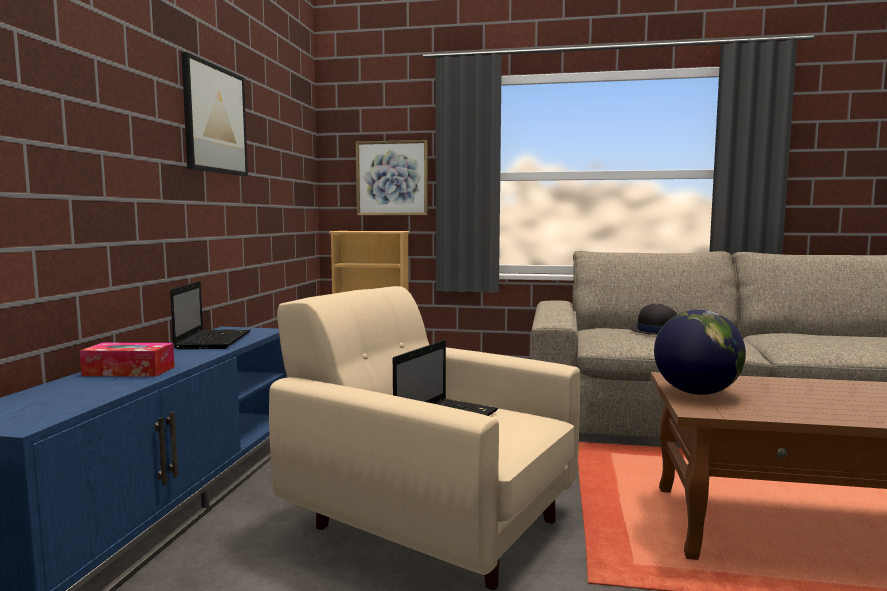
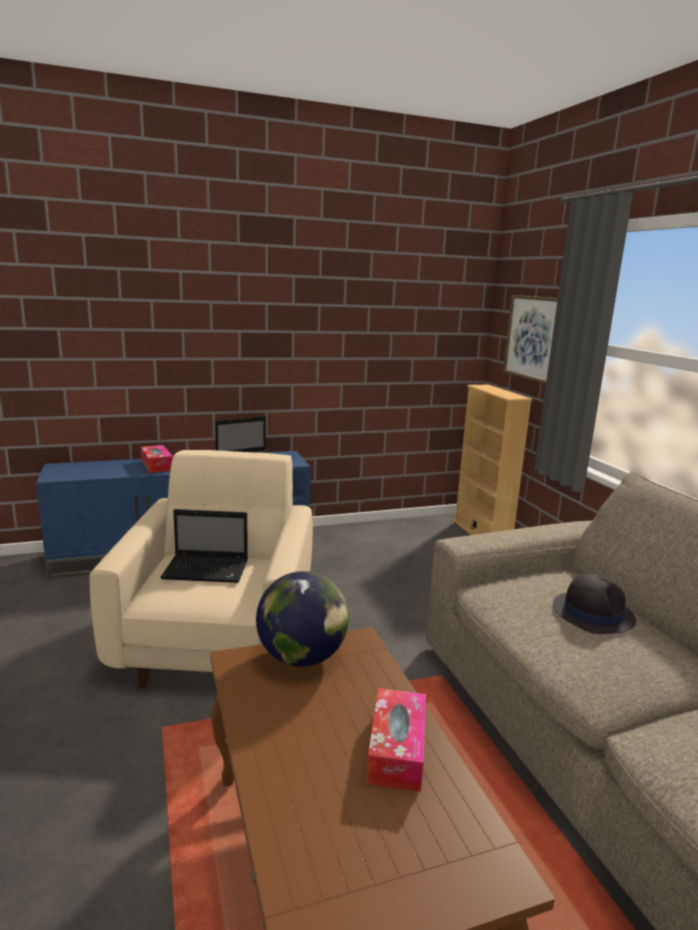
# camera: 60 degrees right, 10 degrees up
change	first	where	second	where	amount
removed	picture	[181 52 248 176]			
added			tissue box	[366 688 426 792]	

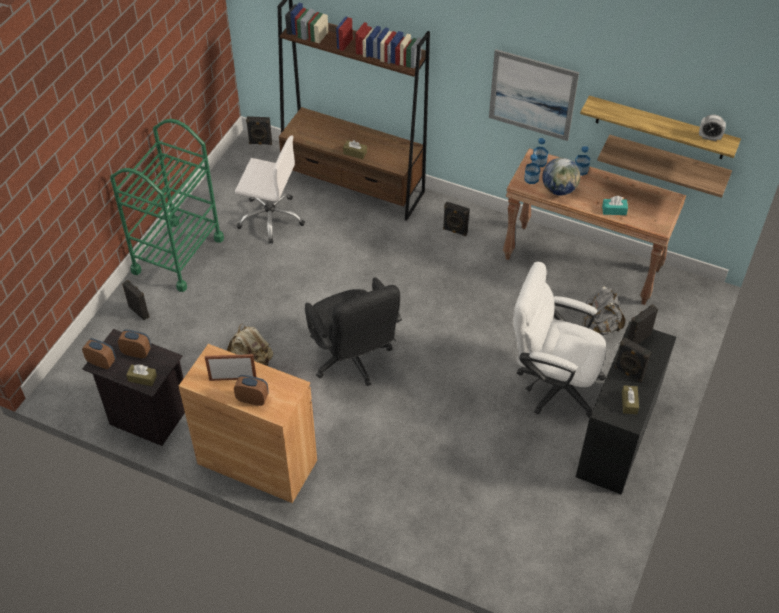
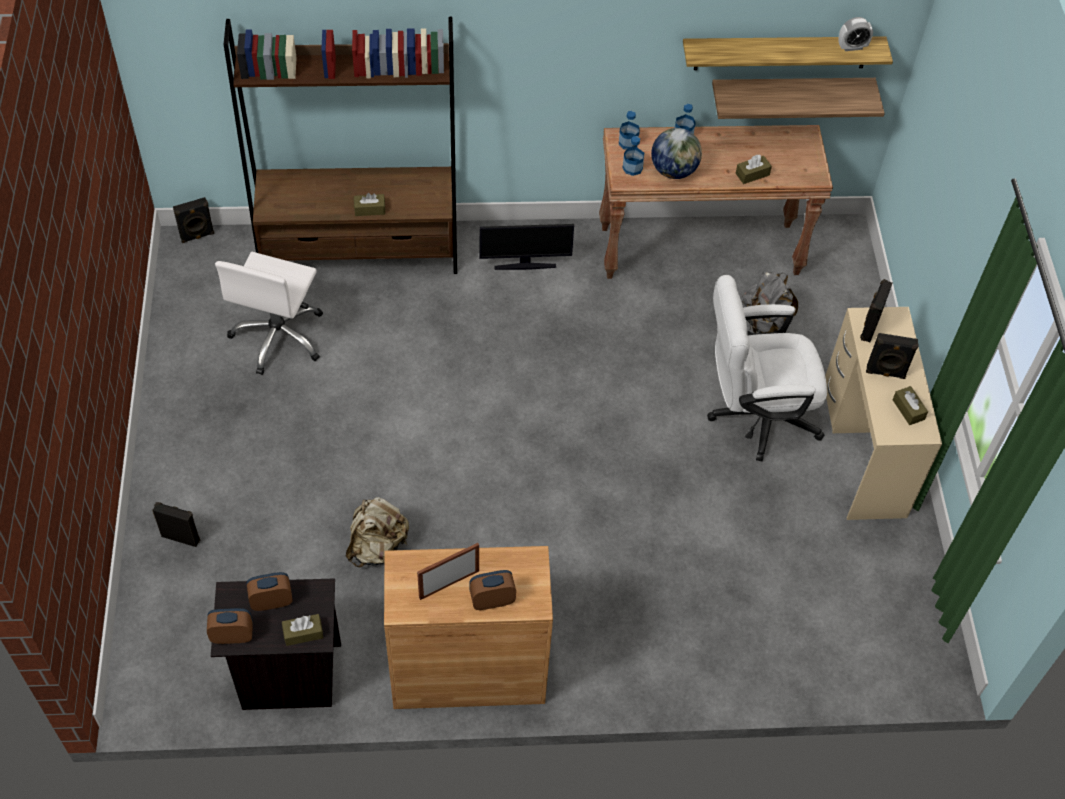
# camera: 30 degrees left, 5 degrees up
change	first	where	second	where	amount
removed	cart in green	[110 119 224 292]			
removed	office chair in black	[305 278 402 386]			
removed	picture	[489 49 579 141]			
replaced	speaker in black	[443 202 470 236]	monitor	[479 224 574 270]	
recoloured	desk in black	[576 321 676 494]	desk in beige	[825 307 942 520]	
recoloured	tissue box in turquoise	[602 196 628 215]	tissue box in brown	[736 154 772 184]	
turned	office chair in white	[235 135 305 244]		[215 252 323 375]	120 degrees clockwise

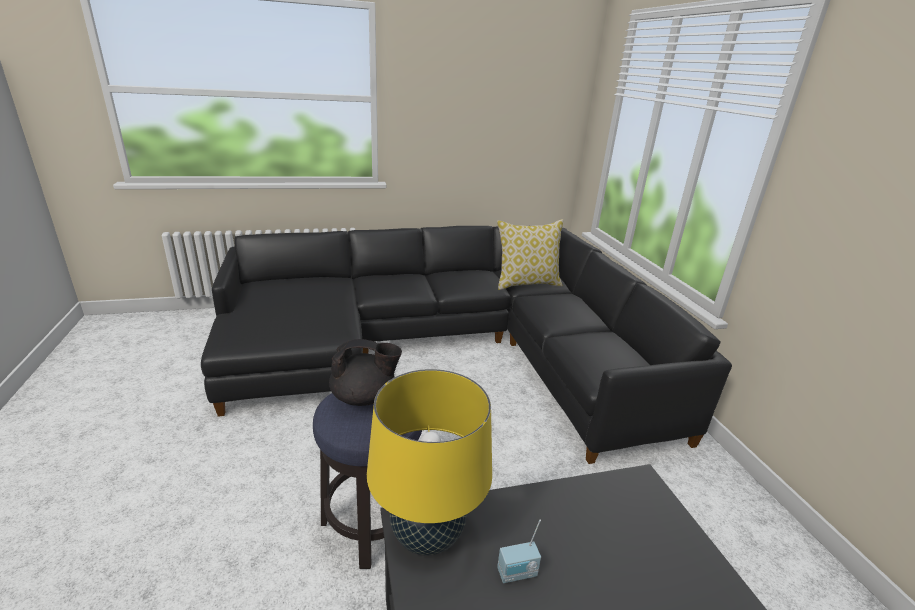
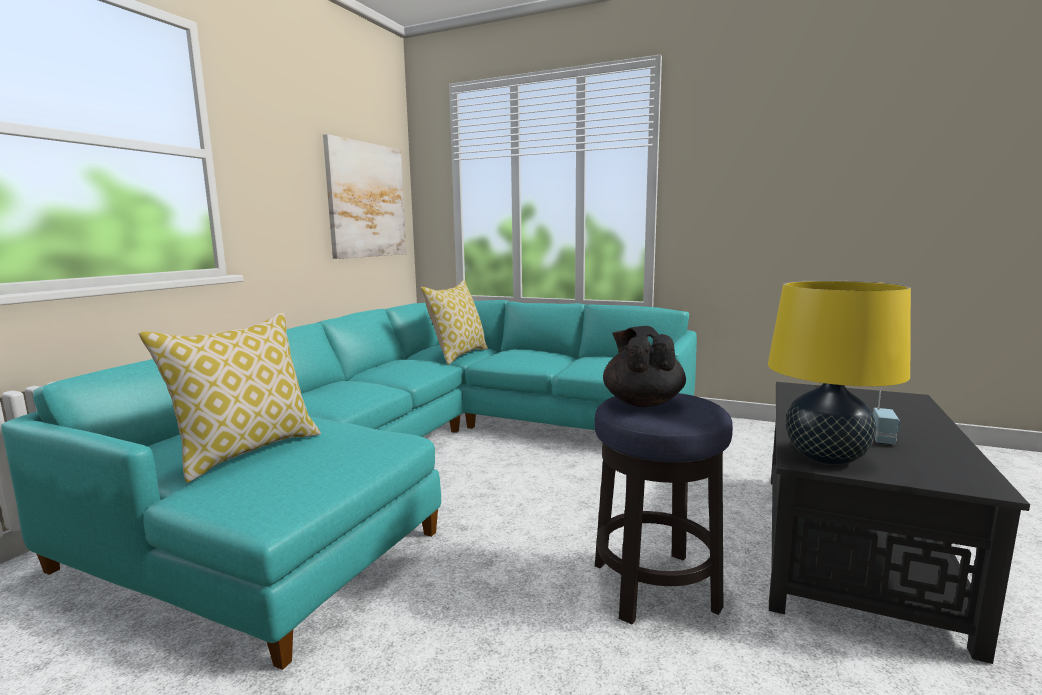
# camera: 50 degrees left, 15 degrees down
change	first	where	second	where	amount
added			pillow	[138 312 321 483]	
added			picture	[323 134 407 259]	
recoloured	sofa in black	[201 226 732 464]	sofa in turquoise	[1 300 697 670]	
turned	teapot in black	[329 339 402 406]		[603 326 686 407]	45 degrees counterclockwise

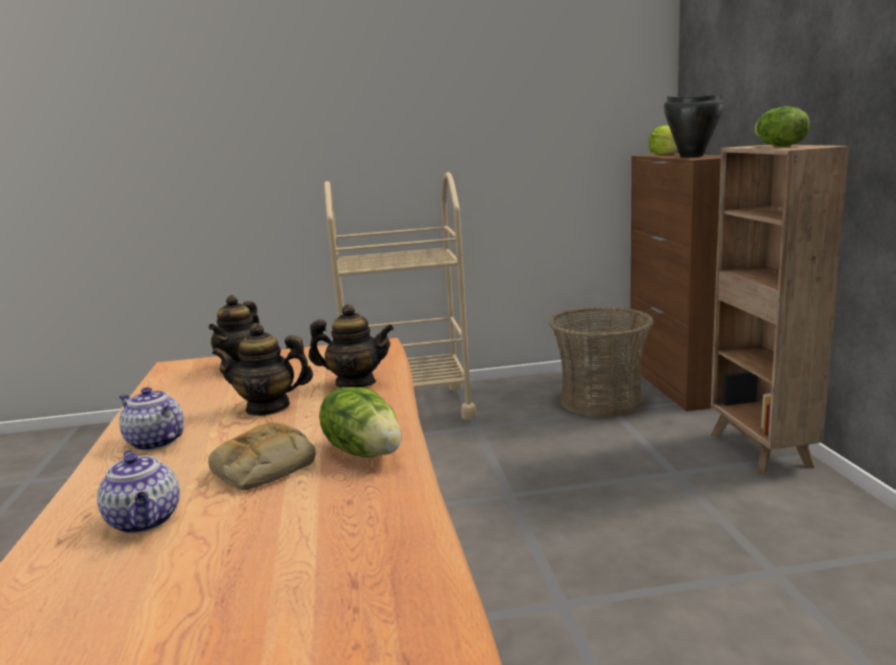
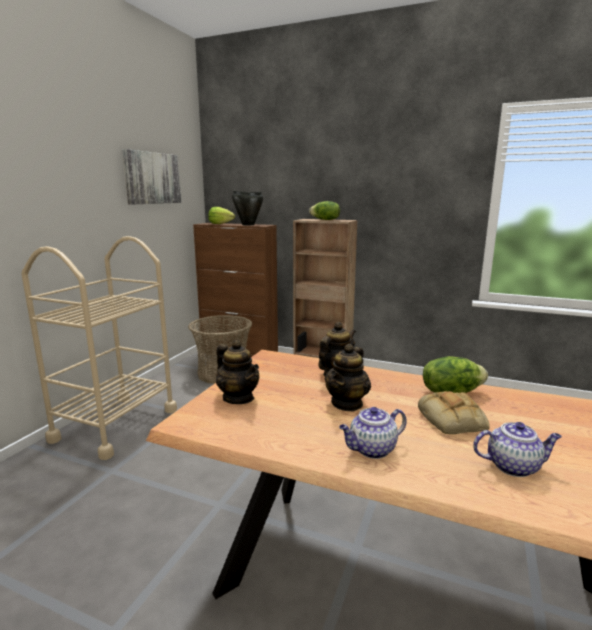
# camera: 60 degrees left, 0 degrees up
change	first	where	second	where	amount
added			picture	[122 149 181 205]	

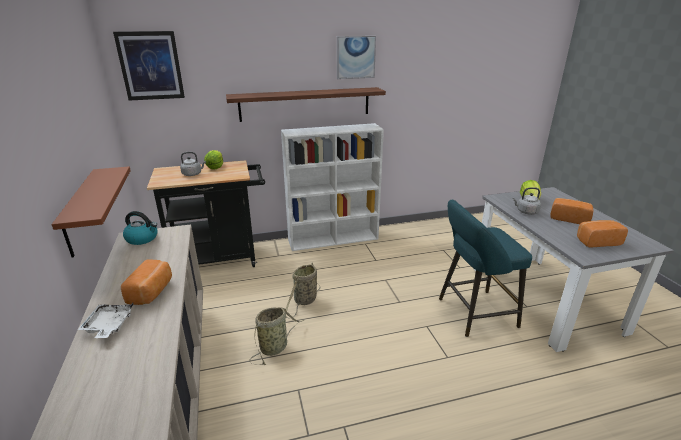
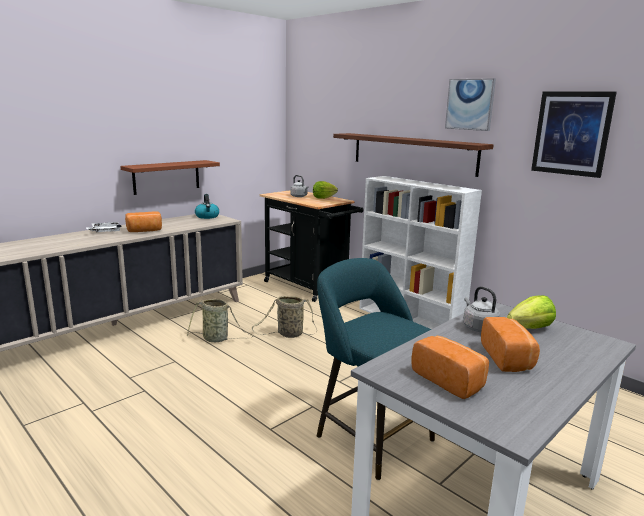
# camera: 60 degrees right, 10 degrees down
change	first	where	second	where	amount
moved	picture	[113 31 185 101]		[531 92 617 178]	

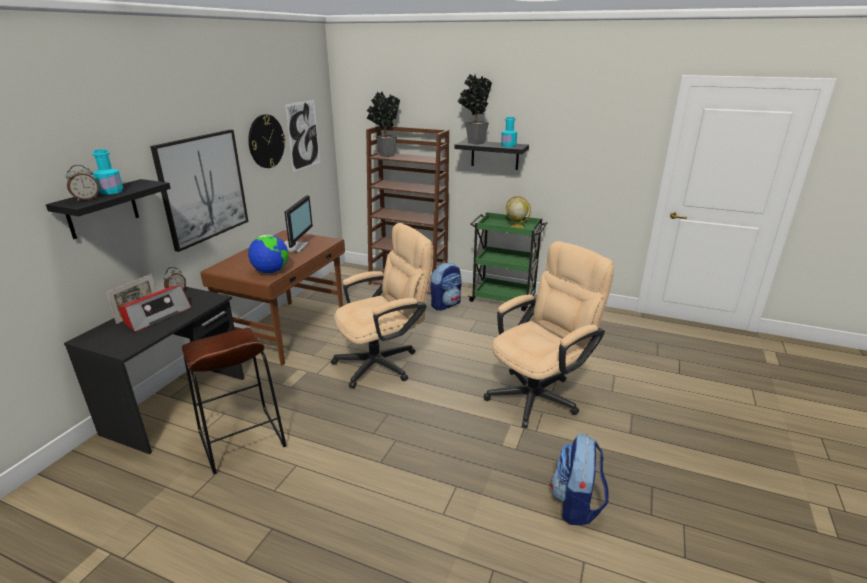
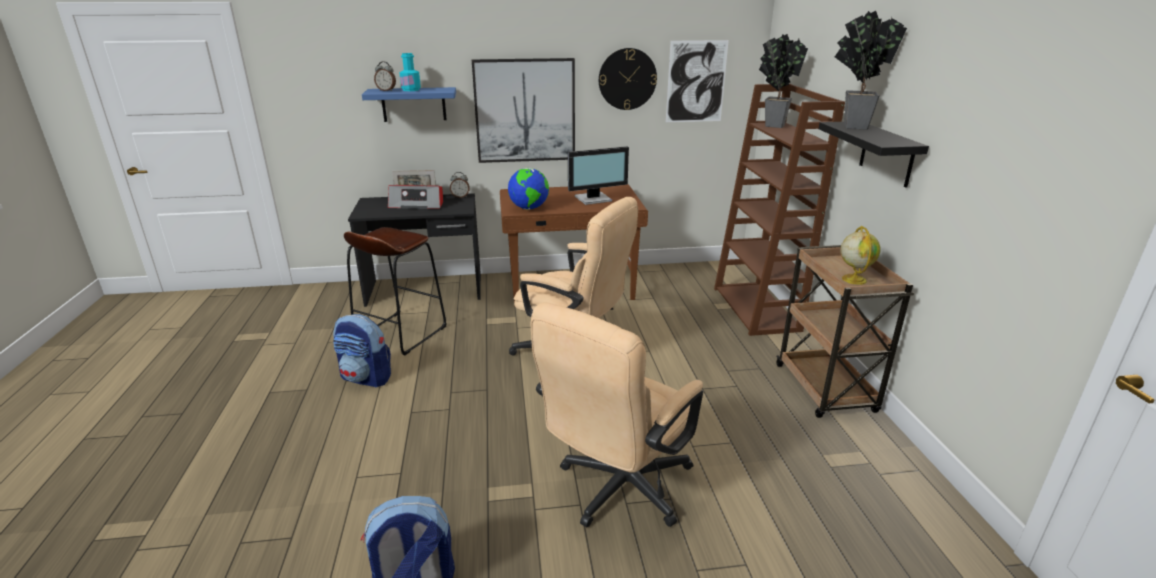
# camera: 60 degrees right, 0 degrees up
change	first	where	second	where	amount
removed	bottle in turquoise	[501 117 517 147]			
moved	backpack	[431 262 462 311]		[333 314 391 388]	
recoloured	shelf in black	[46 179 171 239]	shelf in blue	[362 87 456 122]	
recoloured	cart in green	[467 212 547 311]	cart in brown	[776 245 914 418]	
turned	office chair in beige	[484 241 614 428]		[530 302 703 527]	105 degrees clockwise

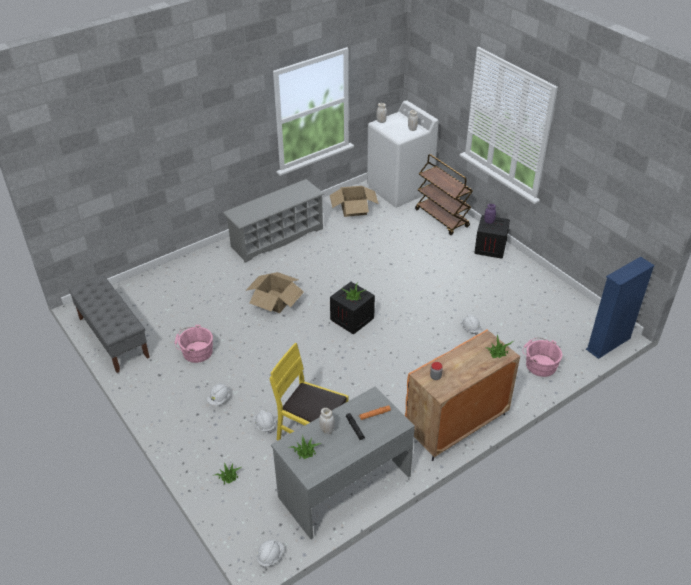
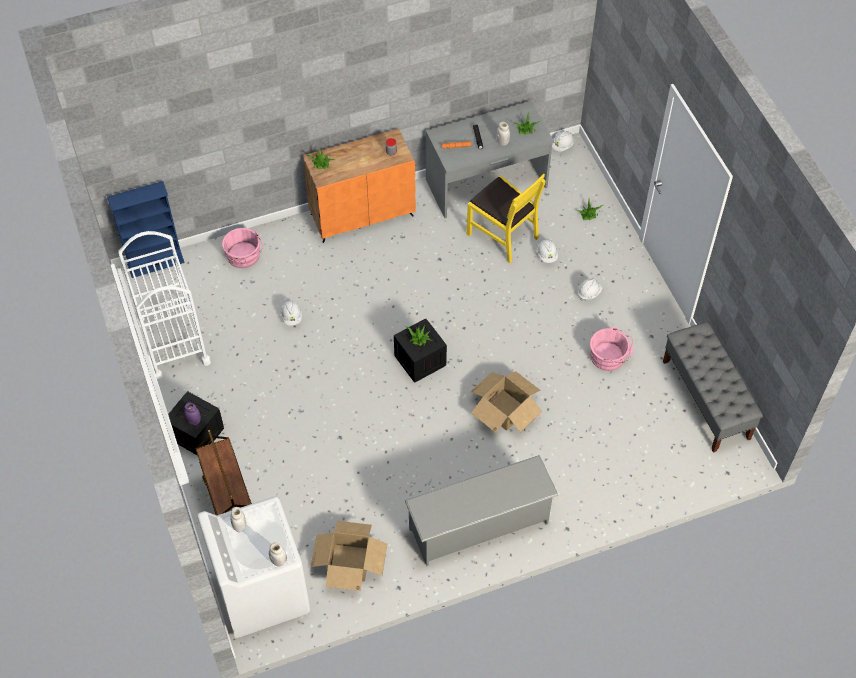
# camera: 165 degrees left, 15 degrees up
change	first	where	second	where	amount
added			cart in white	[118 231 211 380]	

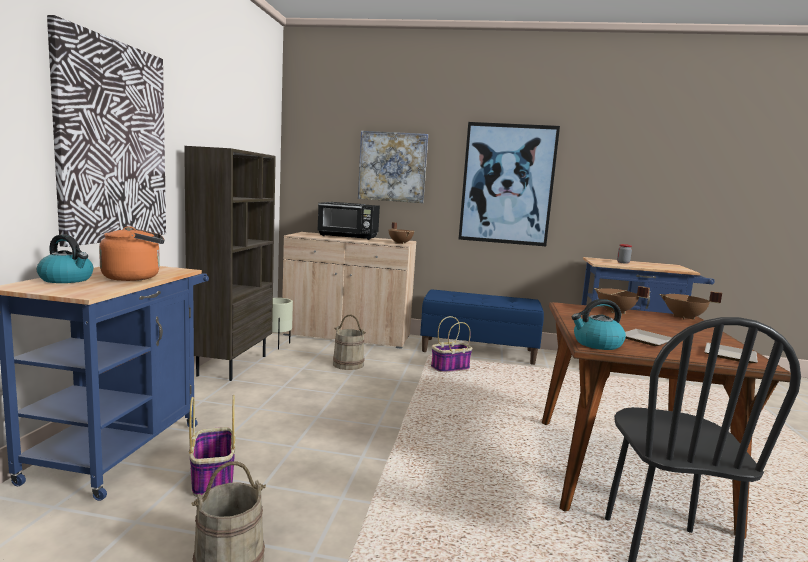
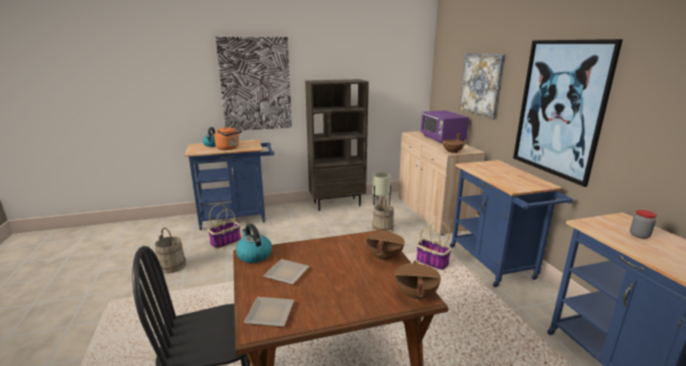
# camera: 65 degrees right, 10 degrees up
change	first	where	second	where	amount
replaced	bench in blue	[420 289 544 365]	cart in blue	[450 160 573 288]	
recoloured	microwave in black	[317 202 380 240]	microwave in purple	[421 110 469 144]	

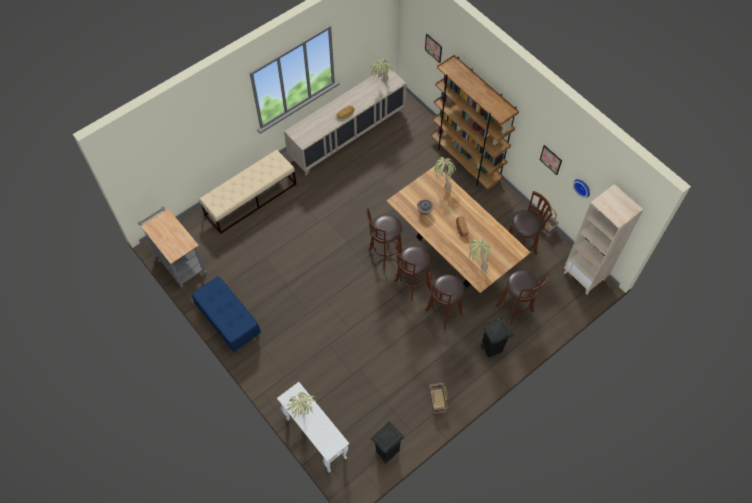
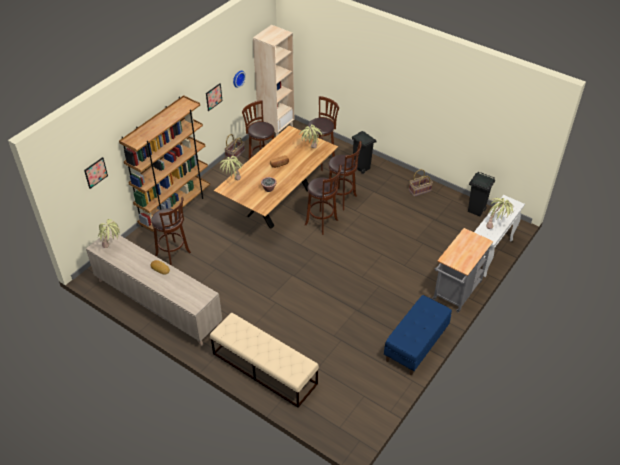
# camera: 105 degrees left, 15 degrees down
change	first	where	second	where	amount
moved	cart in grey	[138 207 207 289]		[432 228 493 312]	
moved	stool in brown	[366 208 402 270]		[151 197 191 266]	

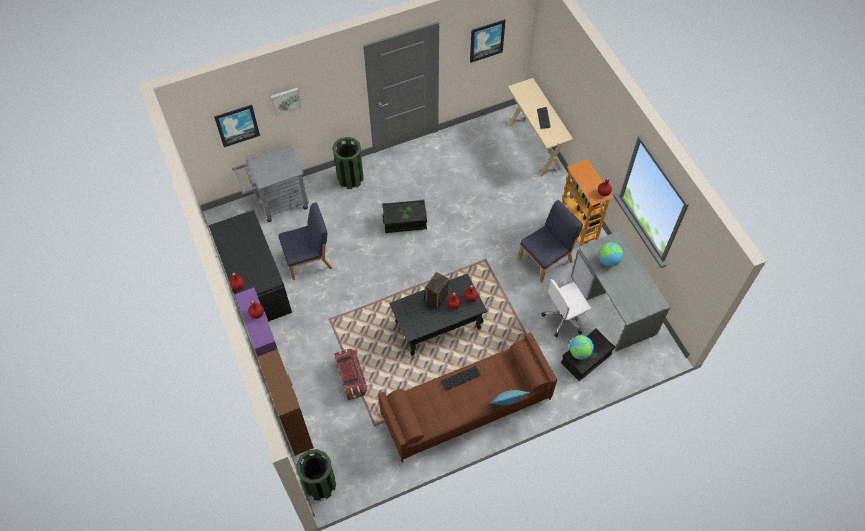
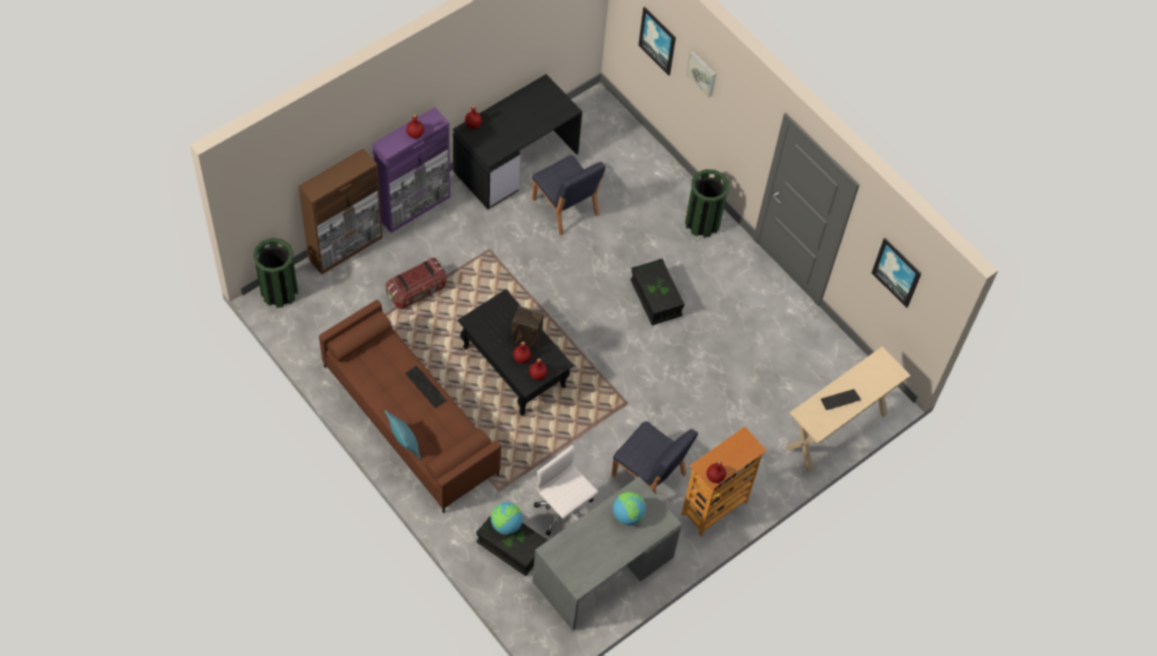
# camera: 70 degrees right, 0 degrees up
change	first	where	second	where	amount
removed	cart in grey	[232 145 309 222]			

